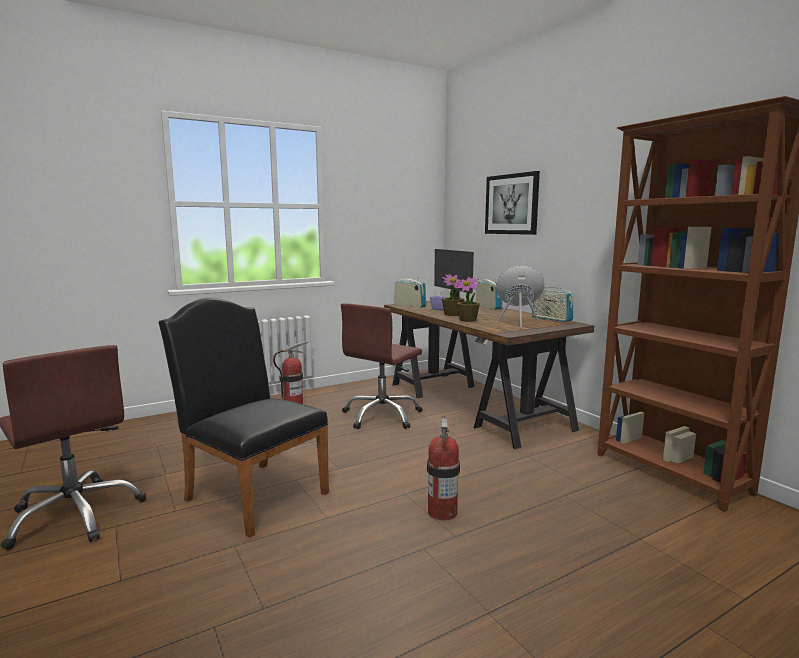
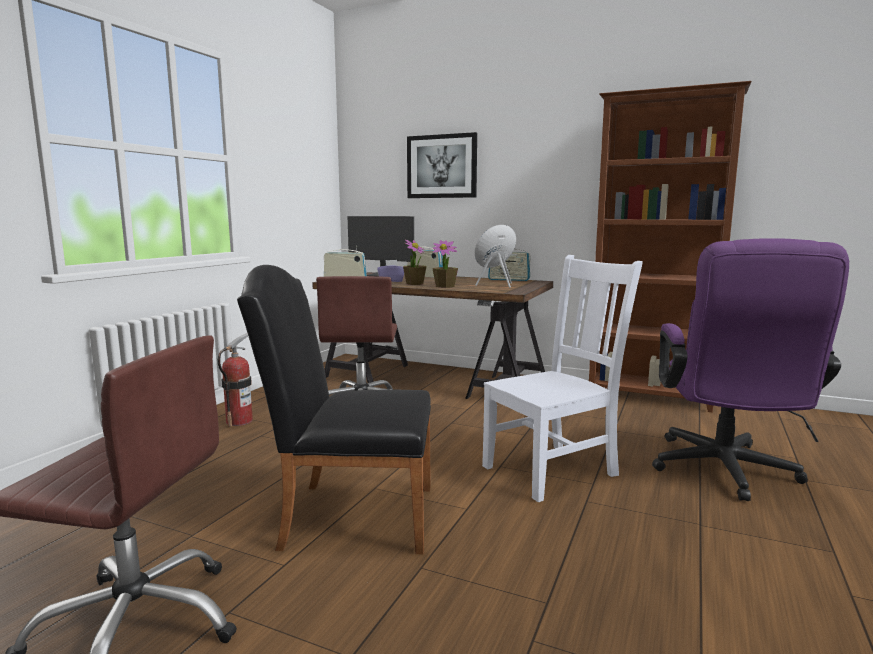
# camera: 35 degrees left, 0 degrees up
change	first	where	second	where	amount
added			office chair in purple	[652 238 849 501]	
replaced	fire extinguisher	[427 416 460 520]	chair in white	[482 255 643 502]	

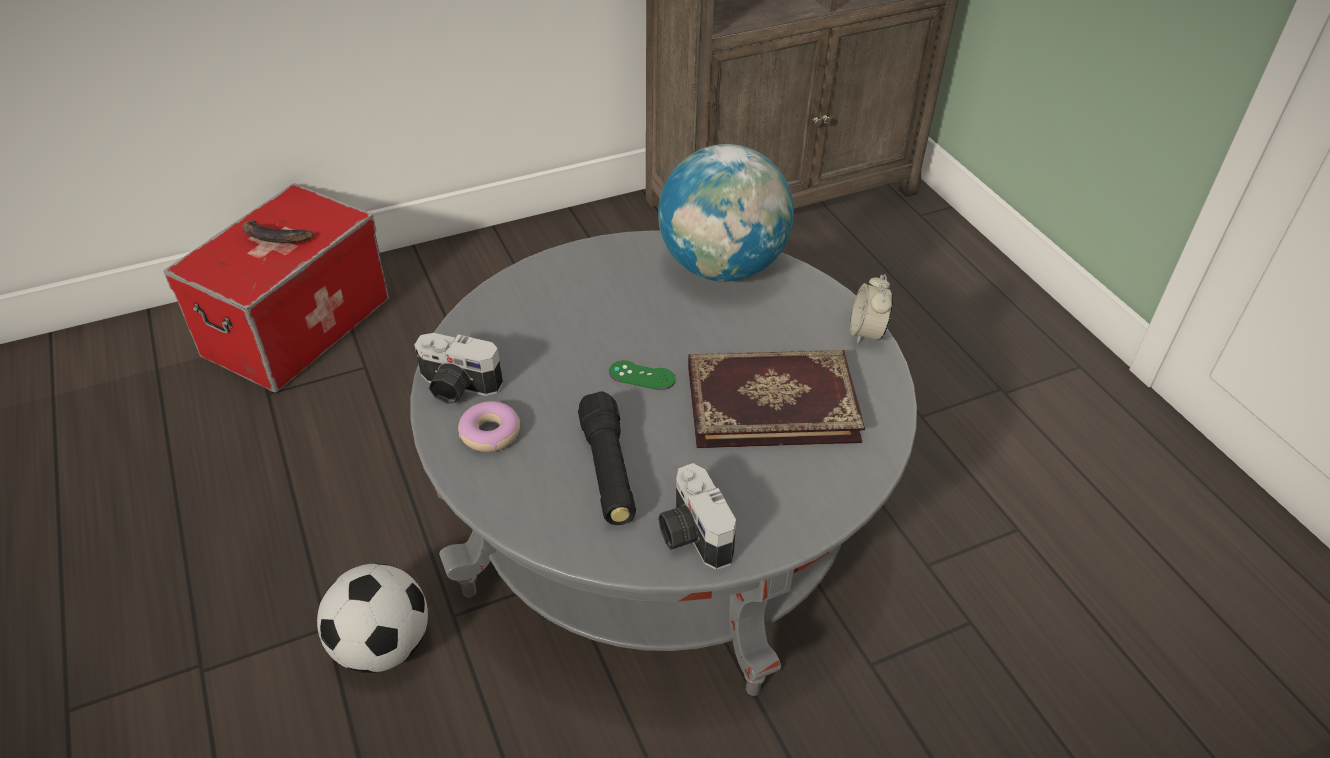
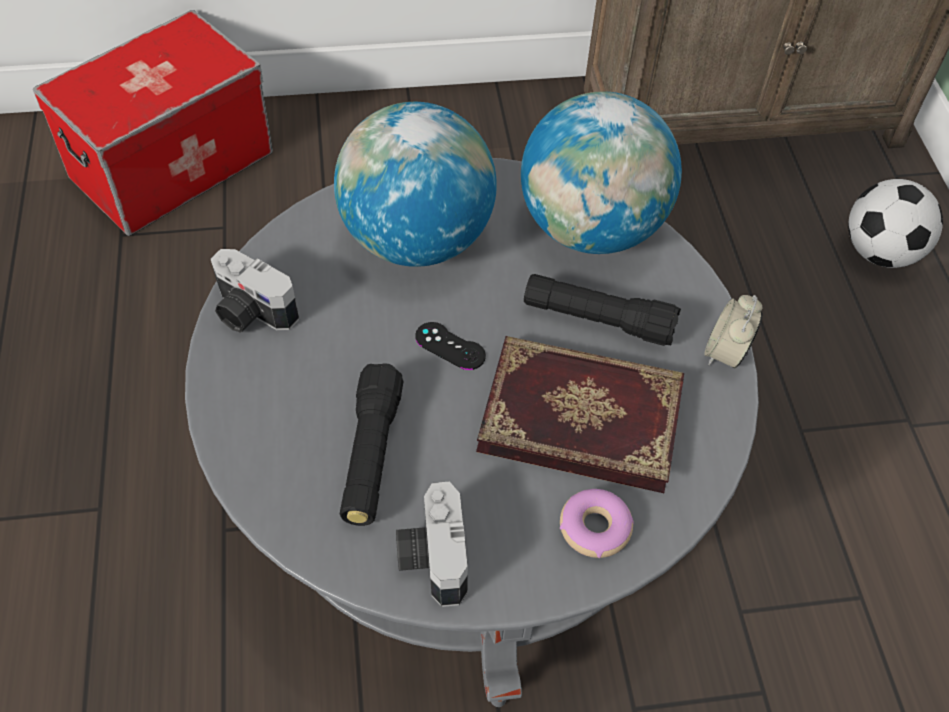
# camera: 15 degrees right, 10 degrees up
change	first	where	second	where	amount
removed	banana	[242 219 314 243]			
added			globe	[334 102 497 267]	
added			flashlight in black	[524 274 681 346]	
moved	football	[317 563 428 673]		[848 179 943 268]	
moved	donut	[458 401 520 452]		[560 489 634 558]	
recoloured	game controller in green	[609 360 676 390]	game controller in black	[415 322 486 370]	

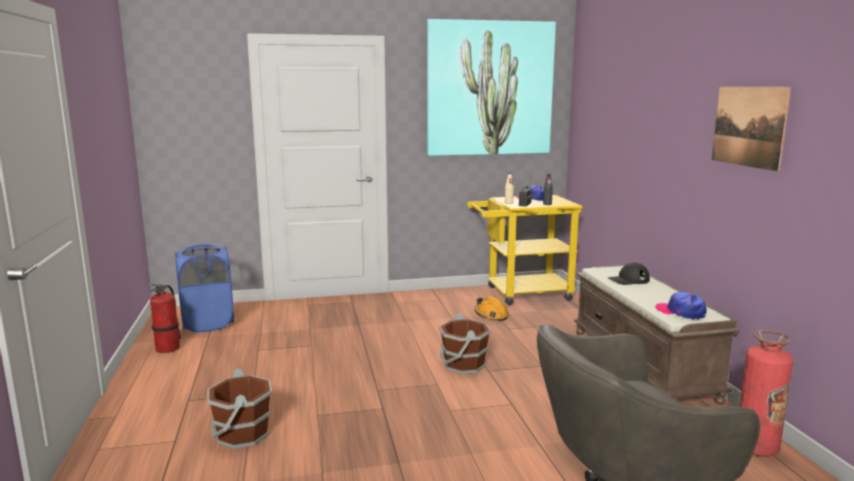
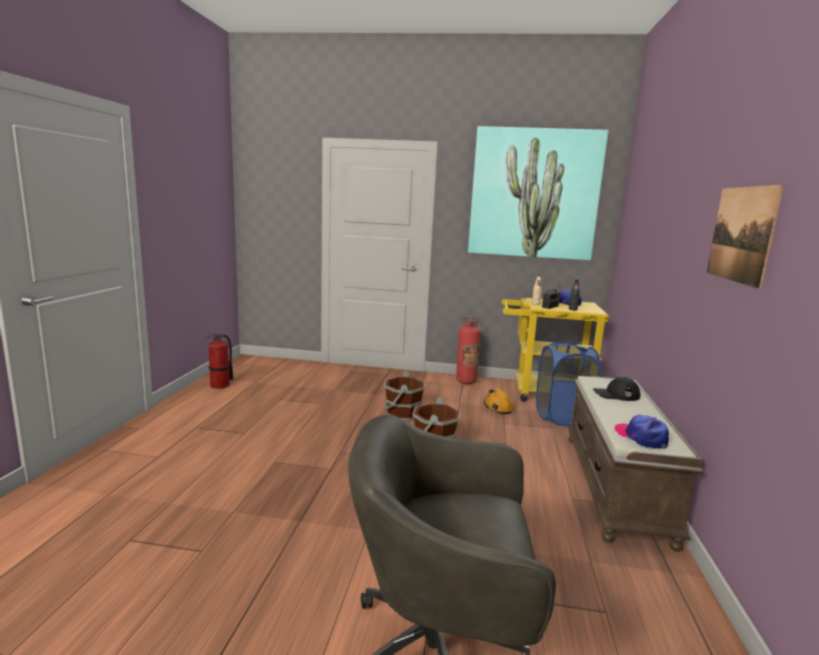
# camera: 20 degrees right, 0 degrees up
change	first	where	second	where	amount
moved	laundry basket in blue	[175 244 234 332]		[536 342 600 426]	
moved	bucket in brown	[207 369 272 449]		[384 371 425 421]	
moved	fire extinguisher	[740 330 793 457]		[456 317 481 384]	

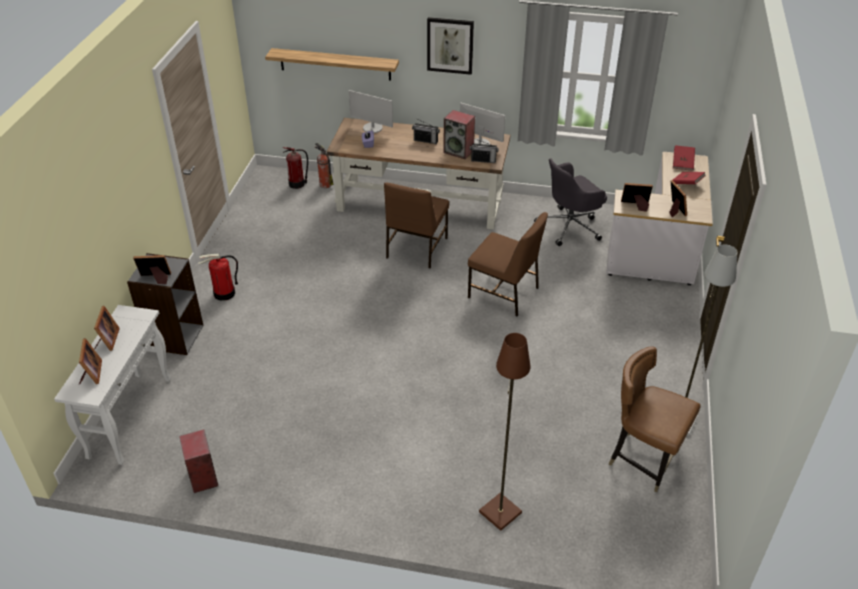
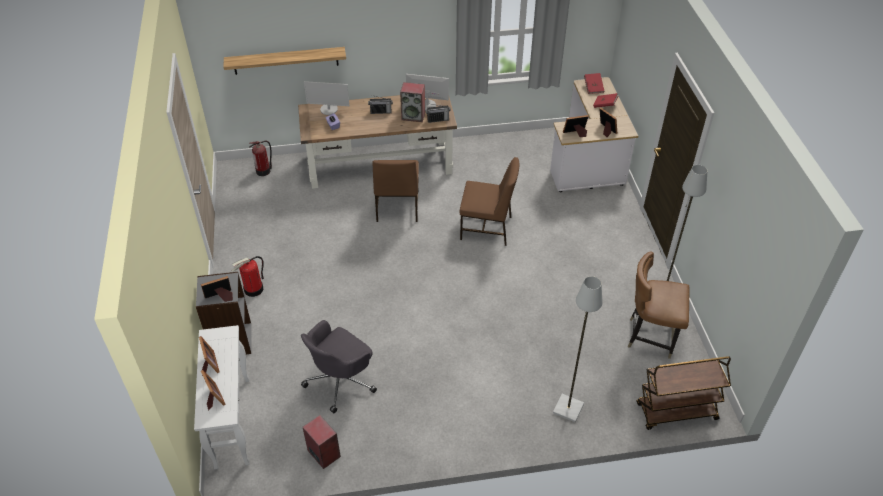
# camera: 20 degrees left, 5 degrees up
change	first	where	second	where	amount
removed	fire extinguisher	[315 143 333 188]			
removed	picture	[427 17 474 75]			
added			cart in brown	[636 356 731 430]	
moved	office chair in grey	[534 158 607 246]		[301 320 377 413]	
recoloured	floor lamp in brown	[479 333 530 531]	floor lamp in grey	[553 276 603 422]	

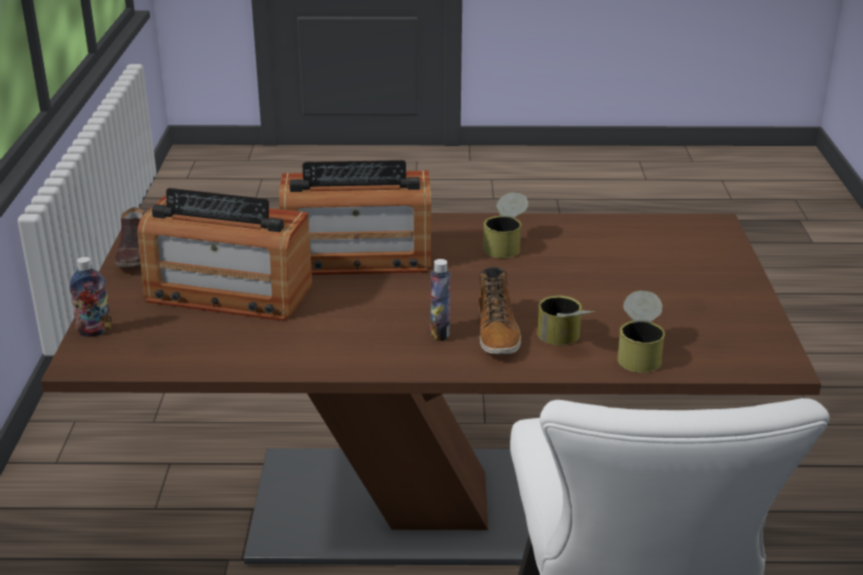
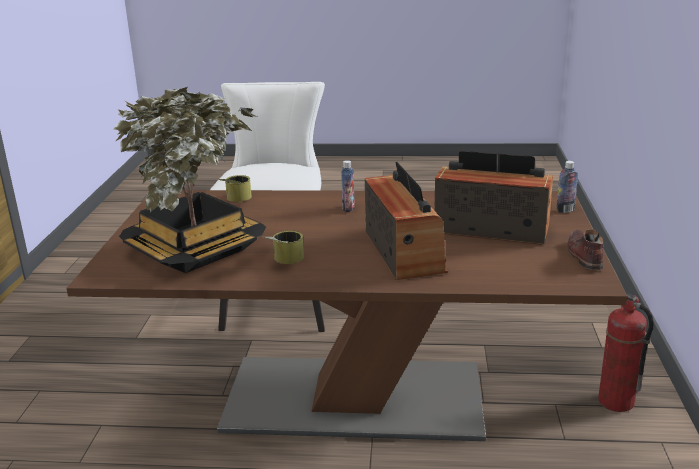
# camera: 175 degrees left, 5 degrees down
change	first	where	second	where	amount
removed	boot	[479 267 521 355]			
removed	can	[537 295 595 346]			
added			potted plant	[114 87 266 273]	
added			fire extinguisher	[598 292 654 412]	
turned	radio	[279 160 431 275]		[365 162 448 280]	75 degrees clockwise

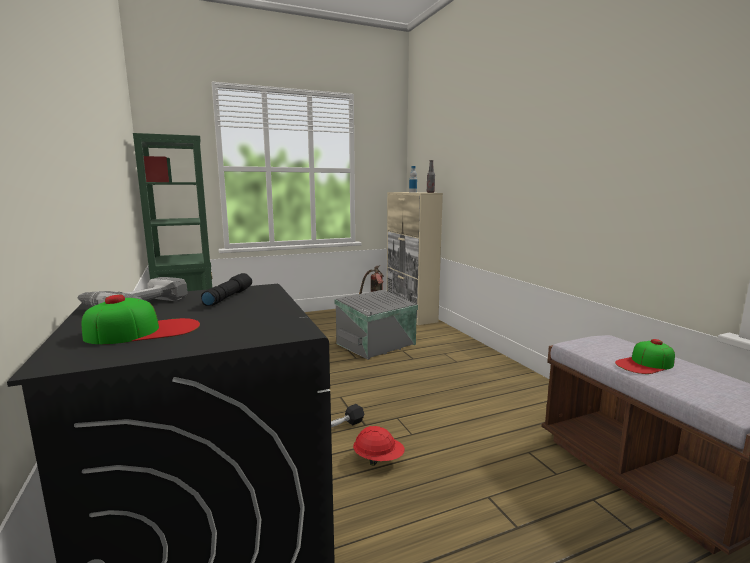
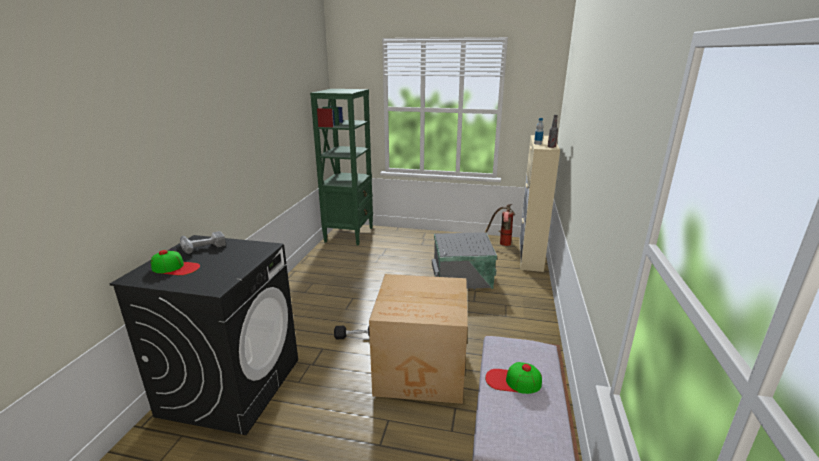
# camera: 35 degrees right, 10 degrees up
change	first	where	second	where	amount
removed	flashlight in black	[201 273 252 306]			
removed	hard hat in red	[353 426 405 466]			
added			cardboard box	[369 274 468 404]	

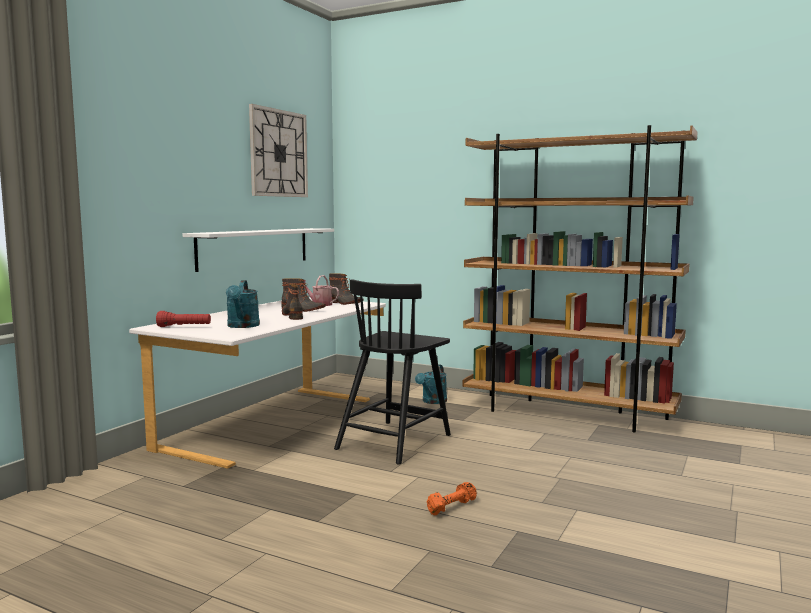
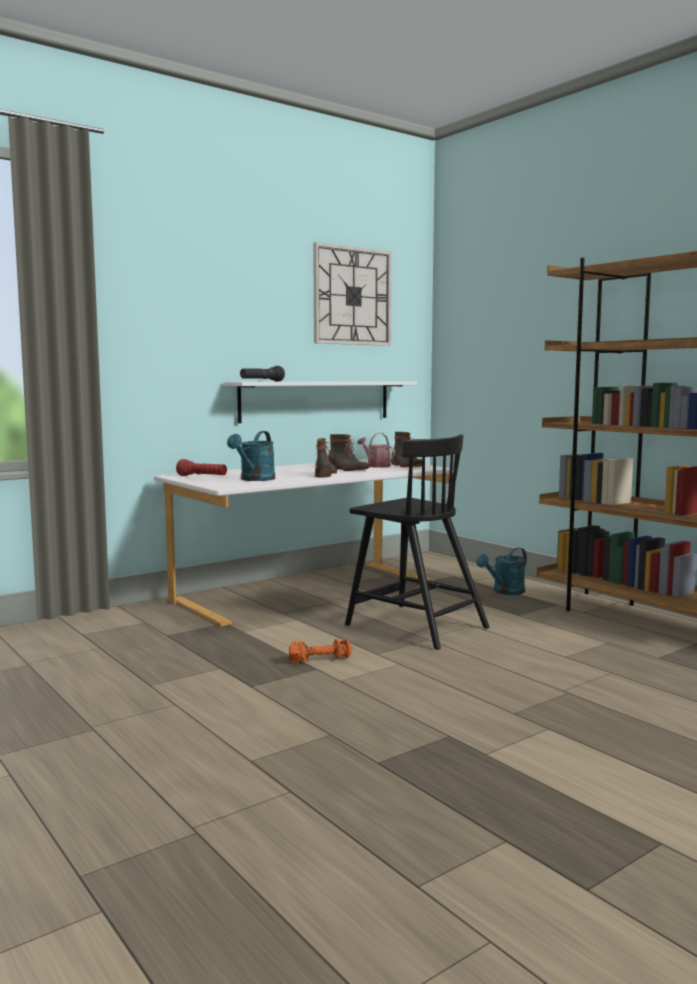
# camera: 25 degrees right, 0 degrees up
change	first	where	second	where	amount
added			flashlight in black	[240 366 285 381]	
moved	dumbbell in orange	[427 482 477 515]		[289 638 352 664]	
turned	chair in black	[334 279 451 464]		[345 434 489 650]	105 degrees counterclockwise

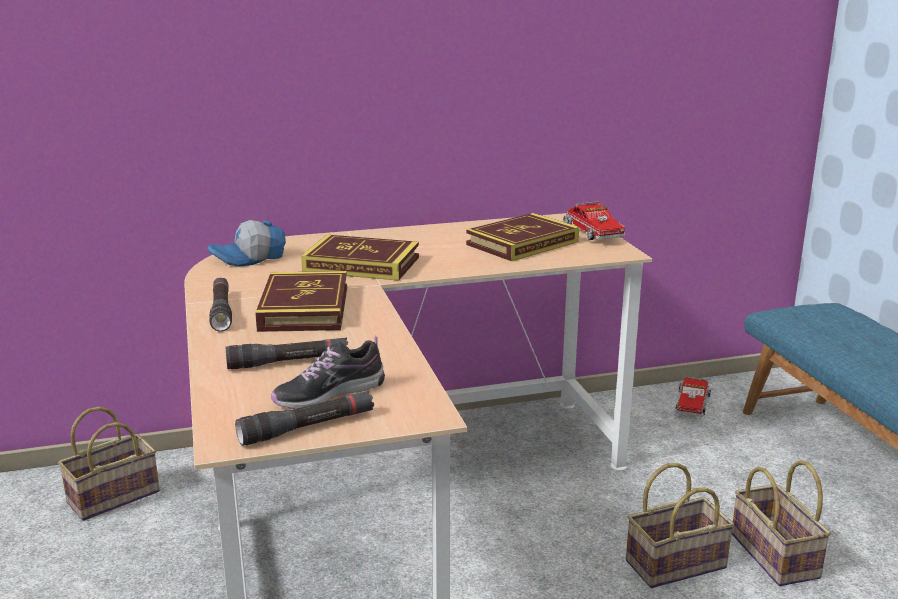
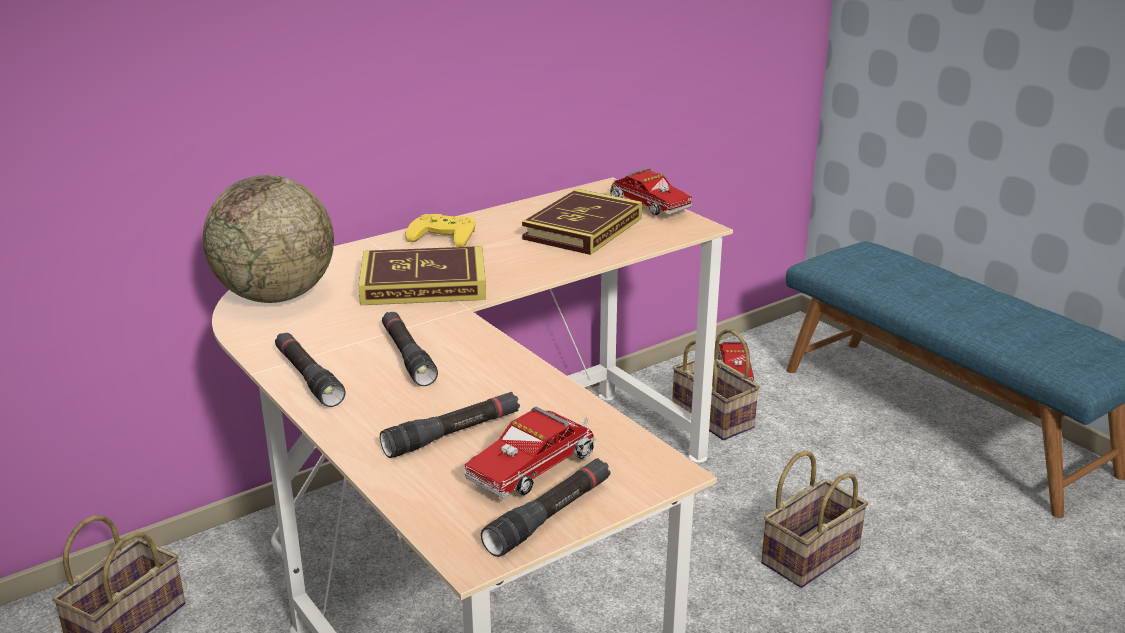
# camera: 20 degrees left, 5 degrees up
change	first	where	second	where	amount
added			game controller in yellow	[405 214 475 247]	
moved	basket	[731 460 831 586]		[672 329 760 440]	
replaced	cap	[207 220 286 267]	globe	[203 175 334 303]	
replaced	book	[255 271 347 332]	flashlight in black	[382 312 438 386]	
replaced	shoe	[271 336 385 409]	toy truck	[464 407 596 499]	

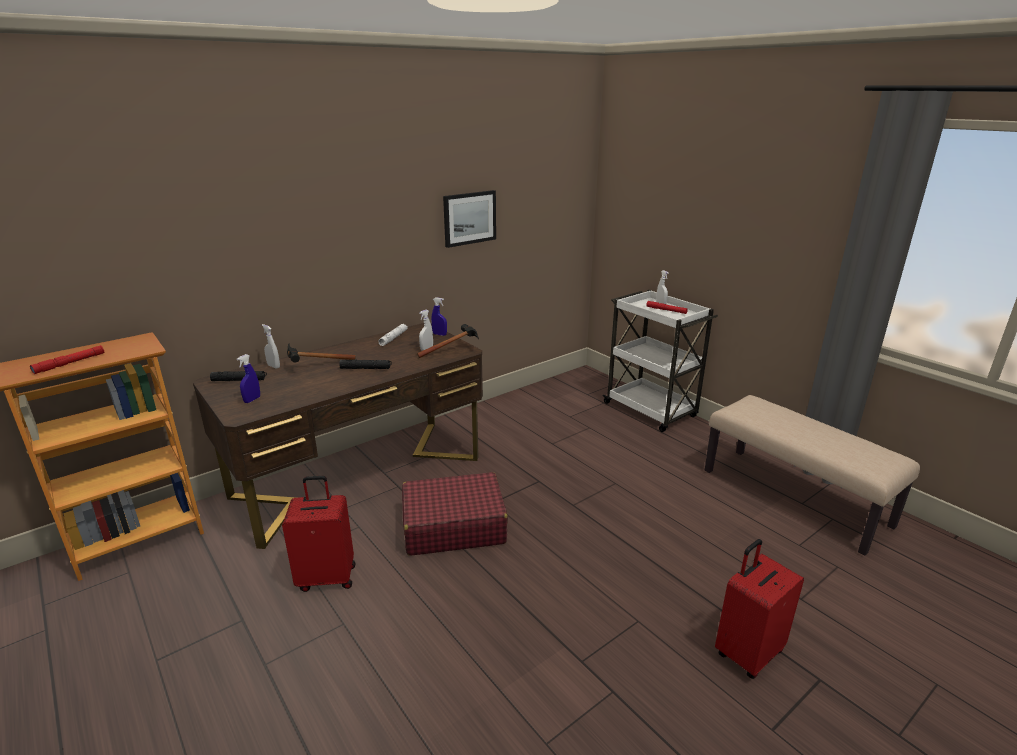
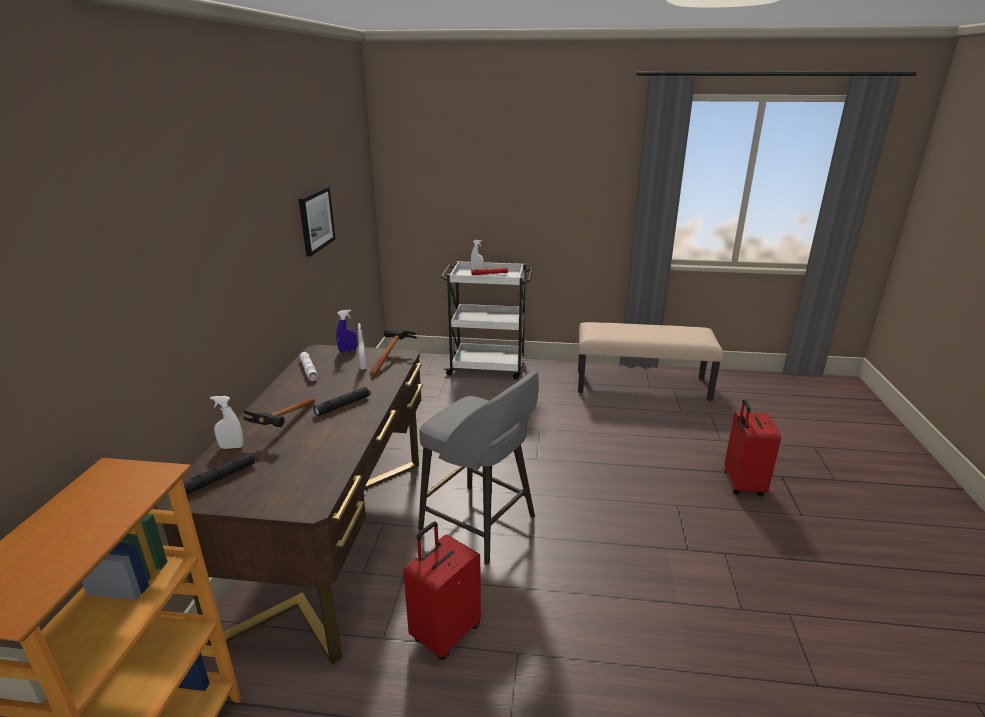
# camera: 45 degrees left, 0 degrees up
change	first	where	second	where	amount
removed	flashlight in red	[30 345 104 374]			
removed	spray bottle in blue	[236 354 260 403]			
replaced	suitcase in red	[402 472 508 556]	stool in grey	[418 370 539 565]	

